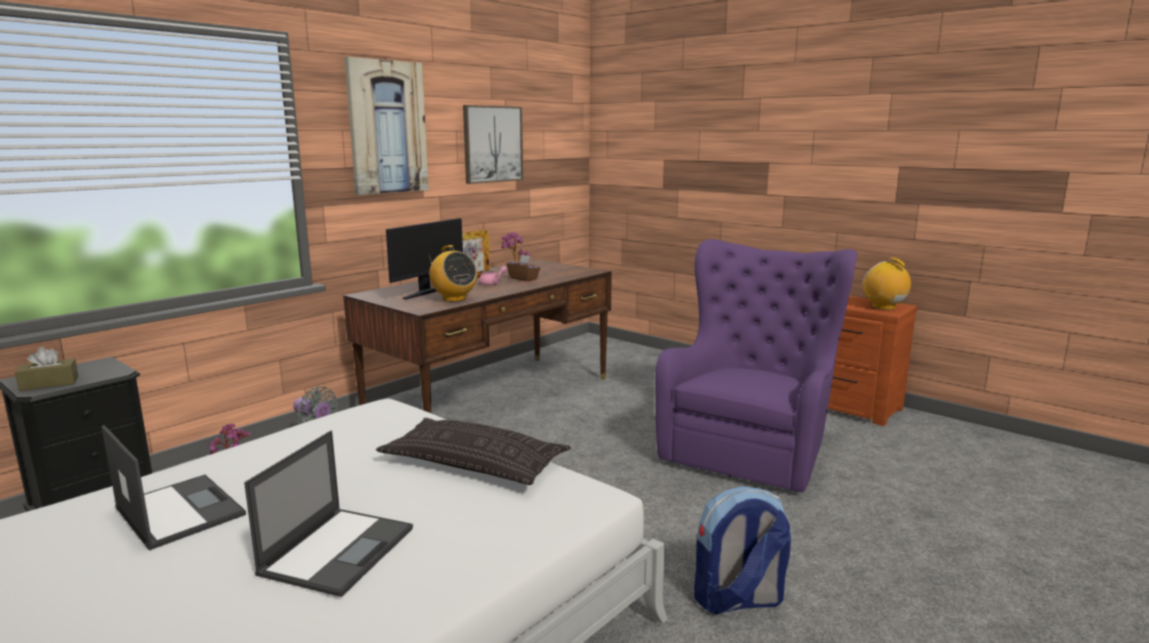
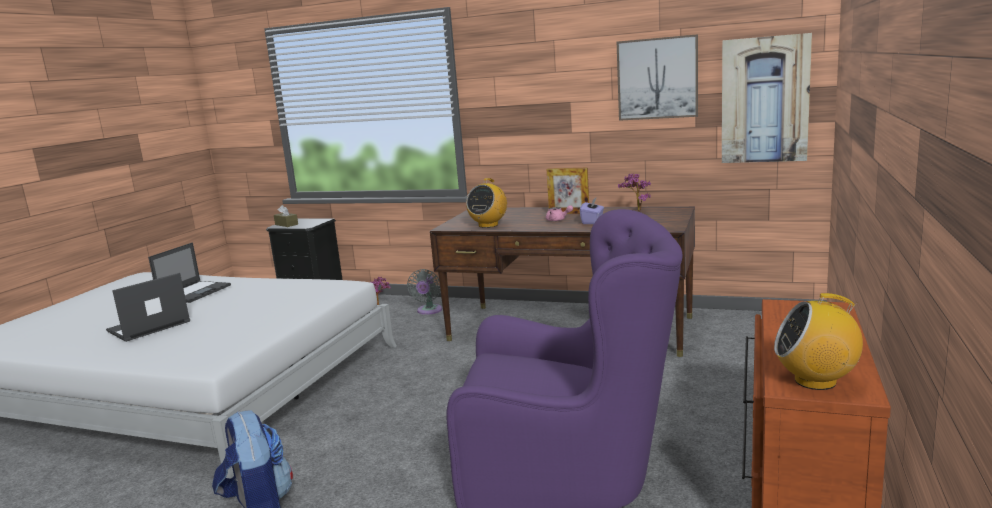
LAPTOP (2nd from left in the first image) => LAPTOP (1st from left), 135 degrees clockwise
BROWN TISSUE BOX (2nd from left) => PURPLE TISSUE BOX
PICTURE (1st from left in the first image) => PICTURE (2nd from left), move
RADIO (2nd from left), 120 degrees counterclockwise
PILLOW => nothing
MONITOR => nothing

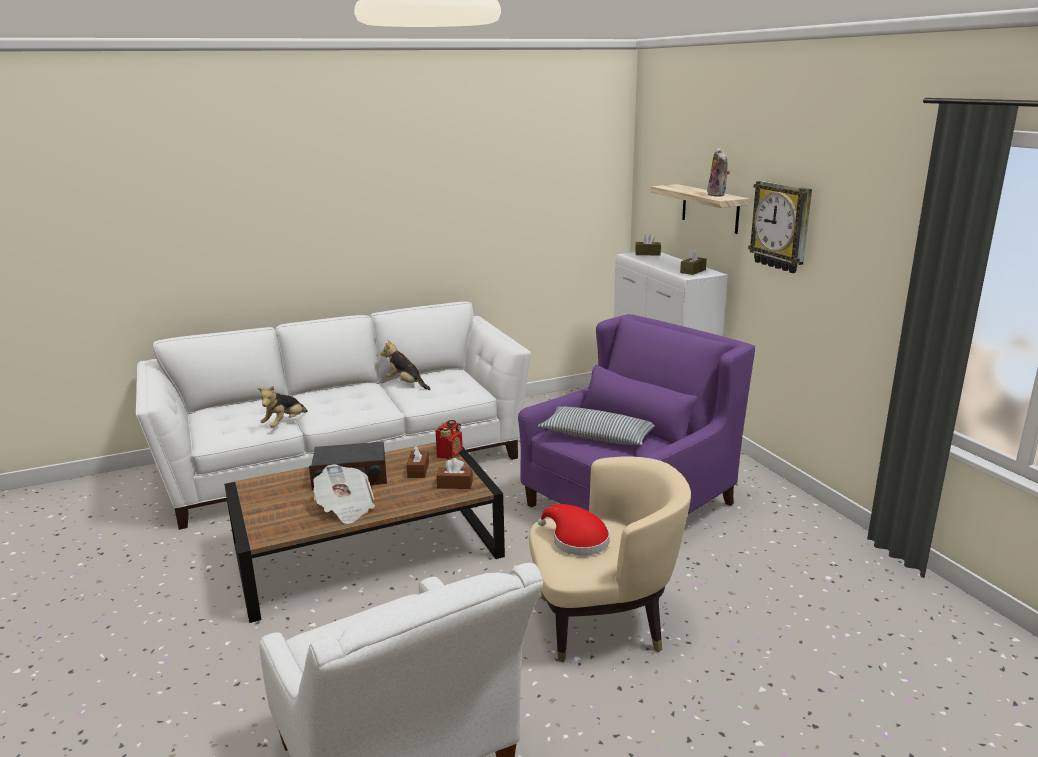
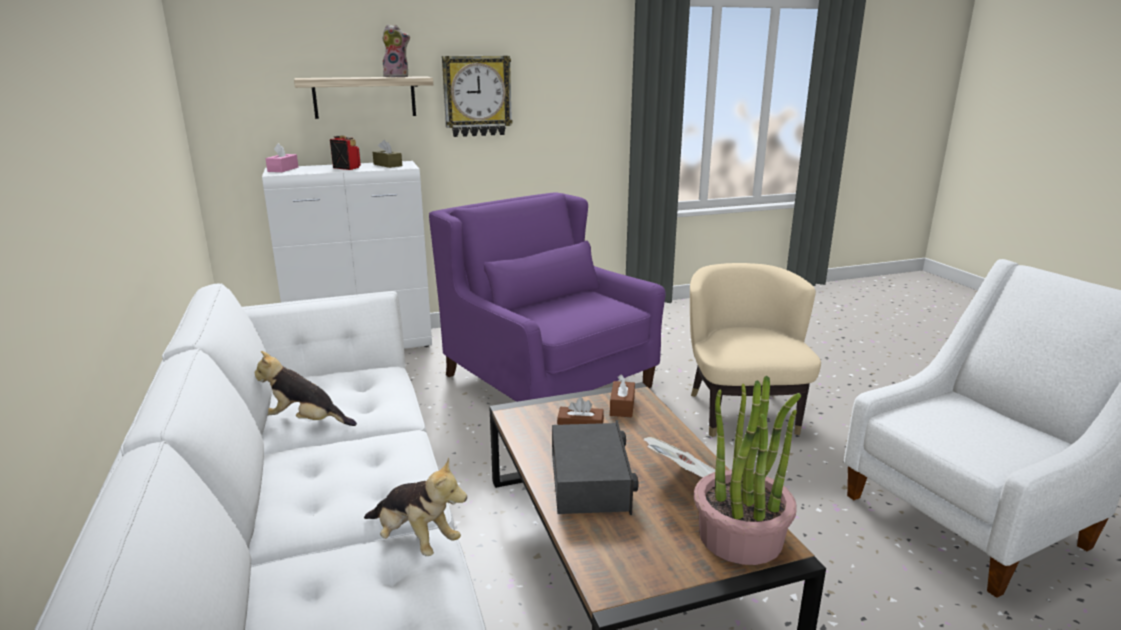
PLUSH TOY (2nd from left in the first image) => PLUSH TOY (1st from left), 60 degrees clockwise
BROWN TISSUE BOX (3rd from left) => PINK TISSUE BOX
RADIO (2nd from left in the first image) => RADIO (1st from left), move
nothing => POTTED PLANT
PILLOW => nothing
RED HAT => nothing

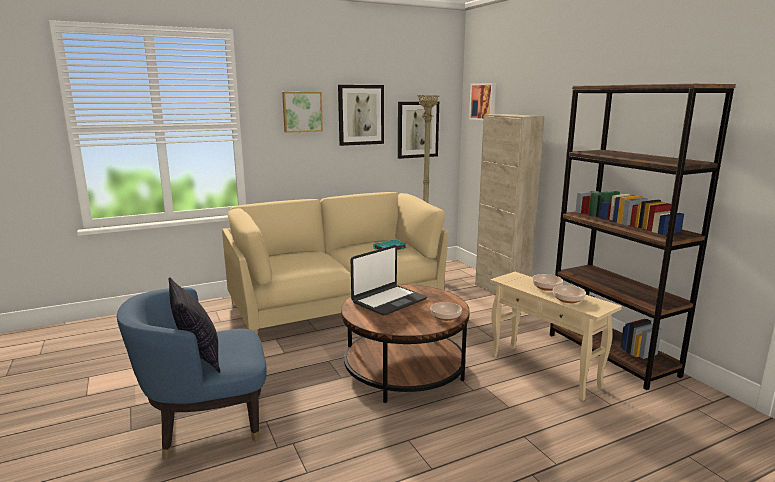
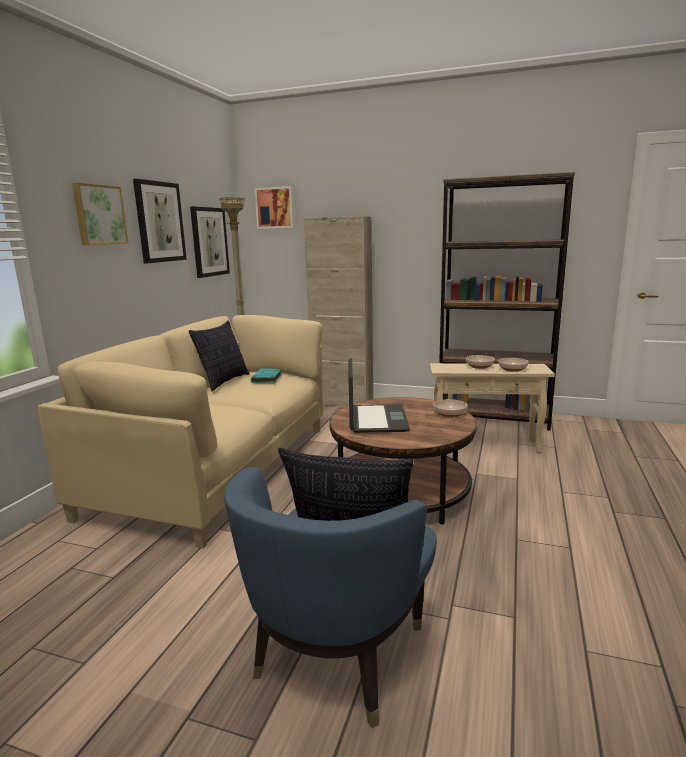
nothing => PILLOW (1st from left)

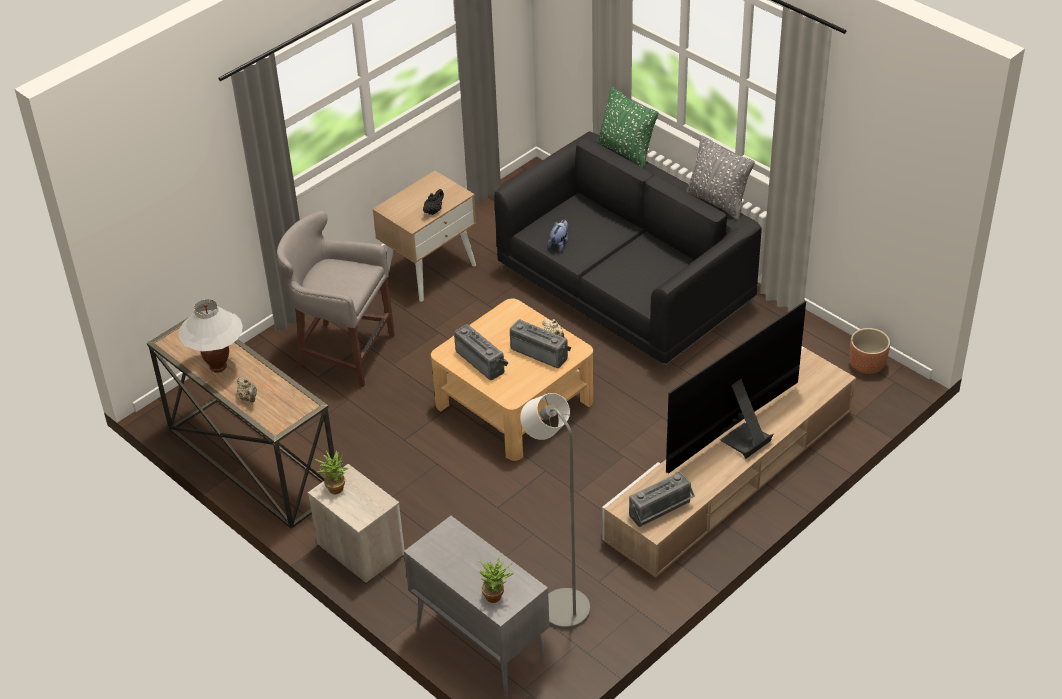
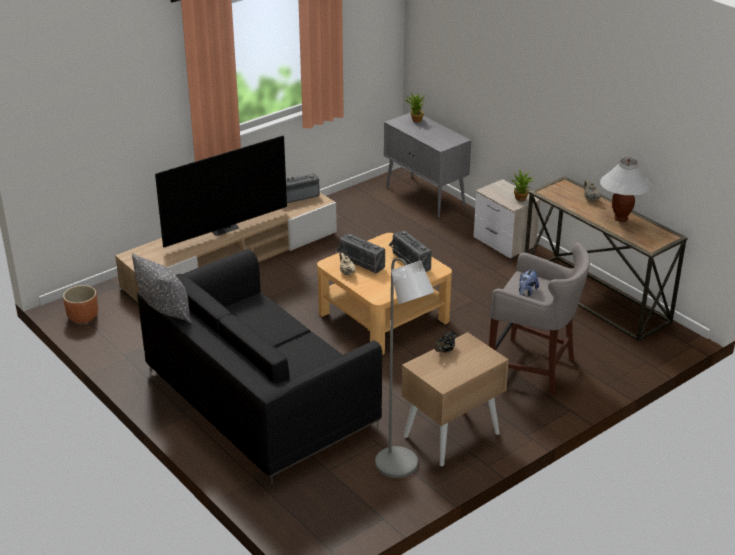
GREY FLOOR LAMP, move
PLUSH TOY, move
GREEN PILLOW => nothing

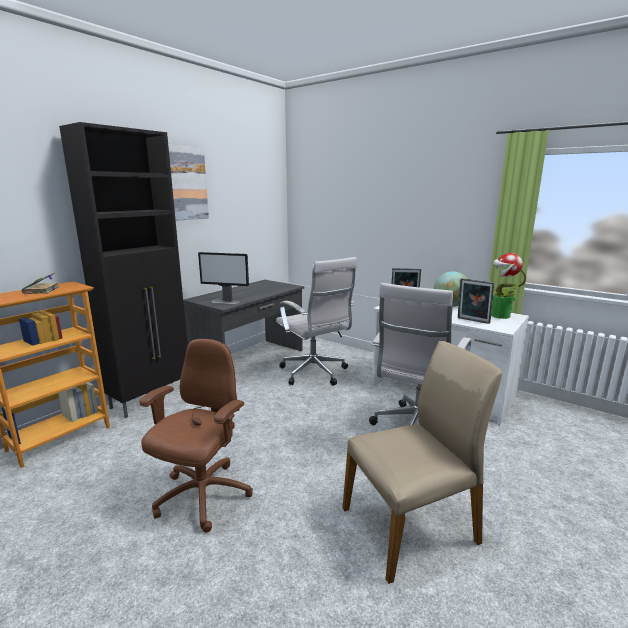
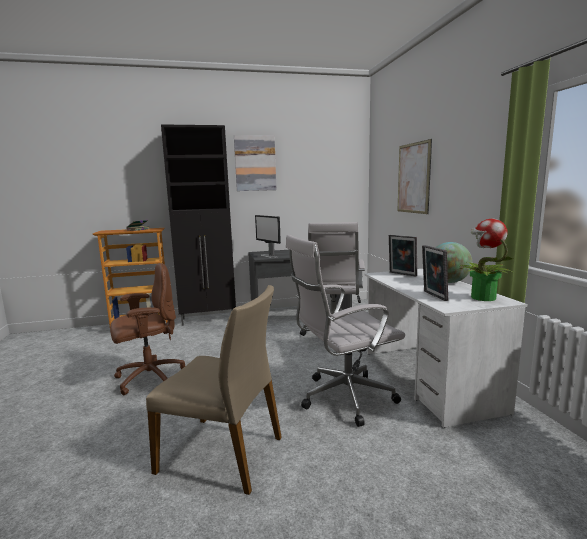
nothing => PICTURE (2nd from left)

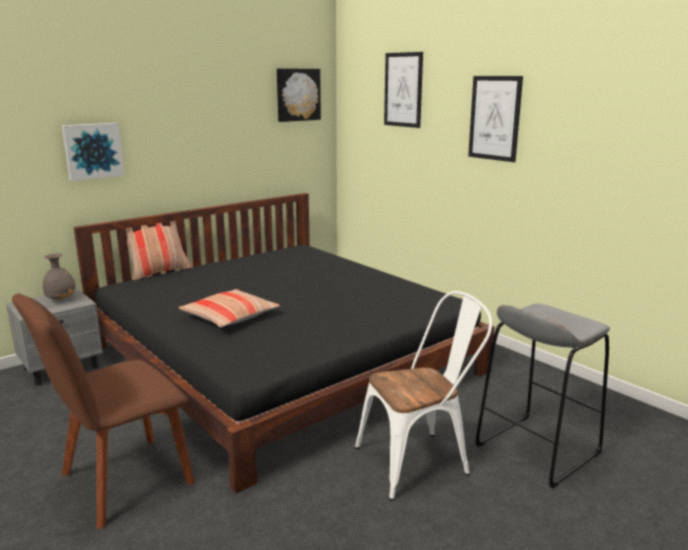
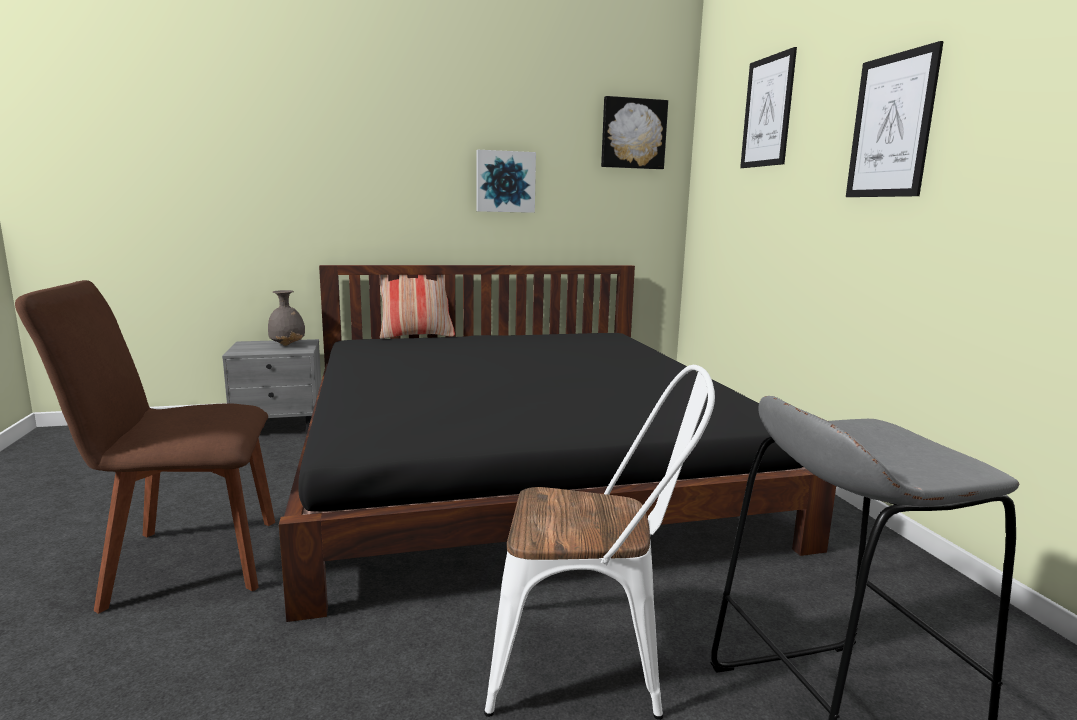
PICTURE (1st from left), move
PILLOW (2nd from left) => nothing

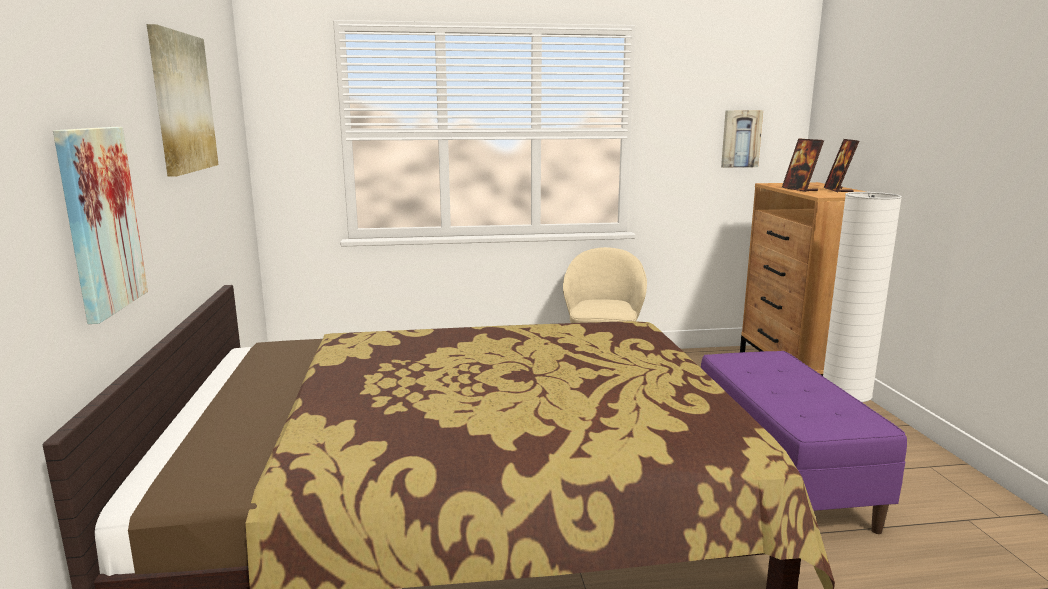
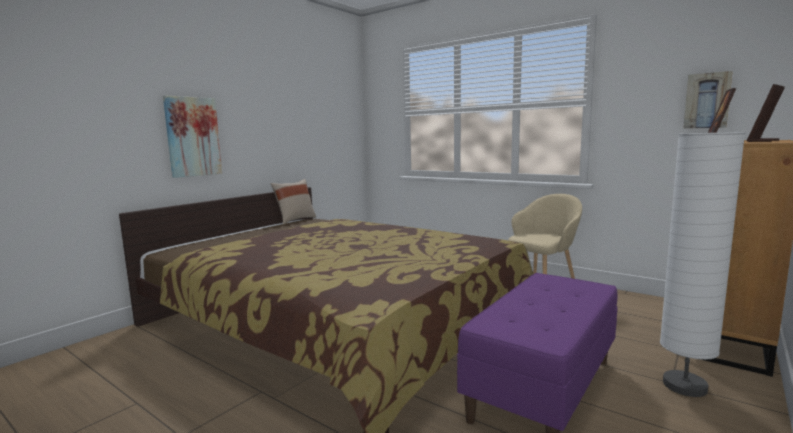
nothing => BEIGE PILLOW
PICTURE (2nd from left) => nothing

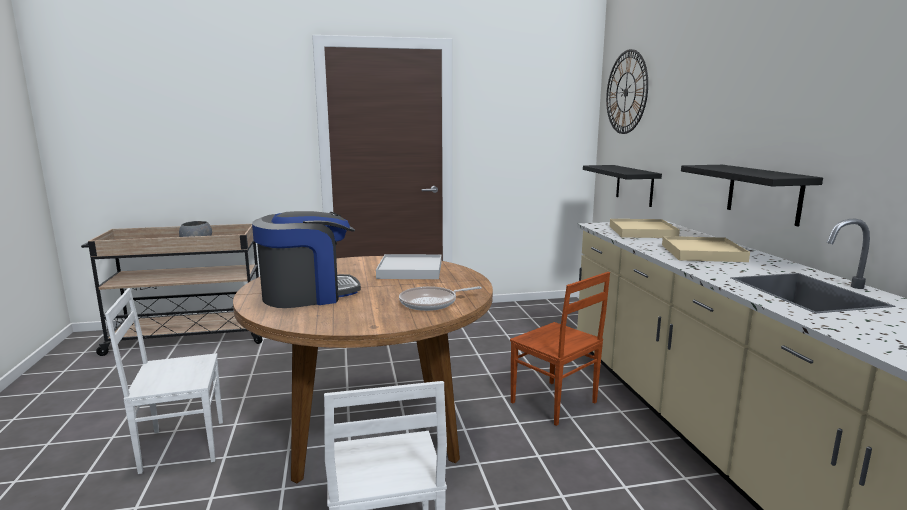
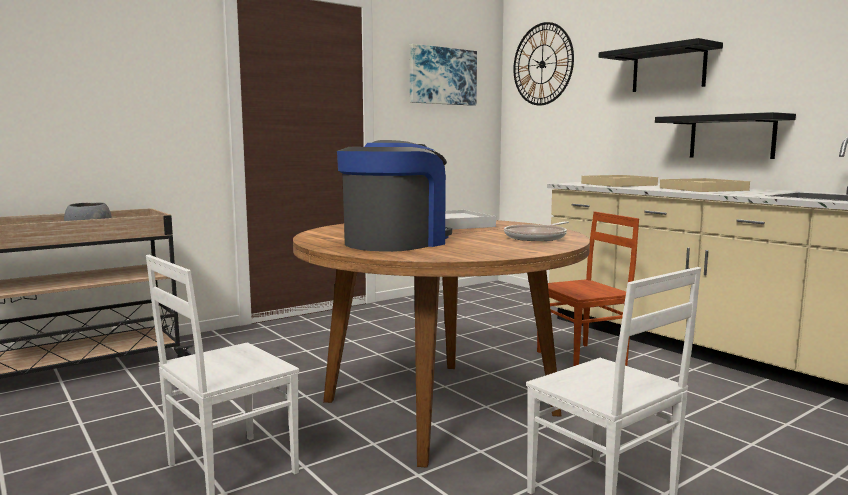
nothing => PICTURE
BROWN CHAIR, 45 degrees counterclockwise
BLACK SHELF (1st from left), move

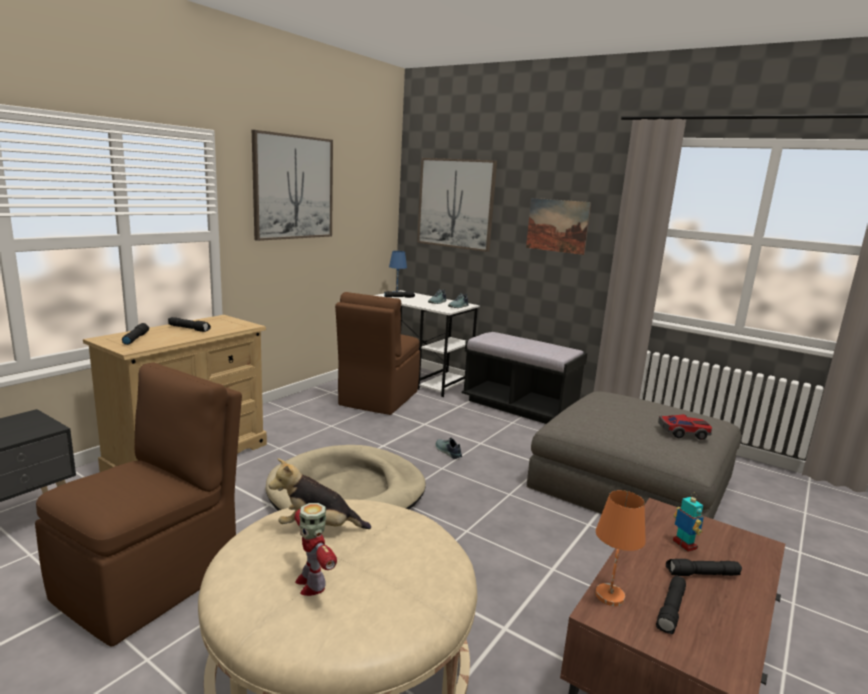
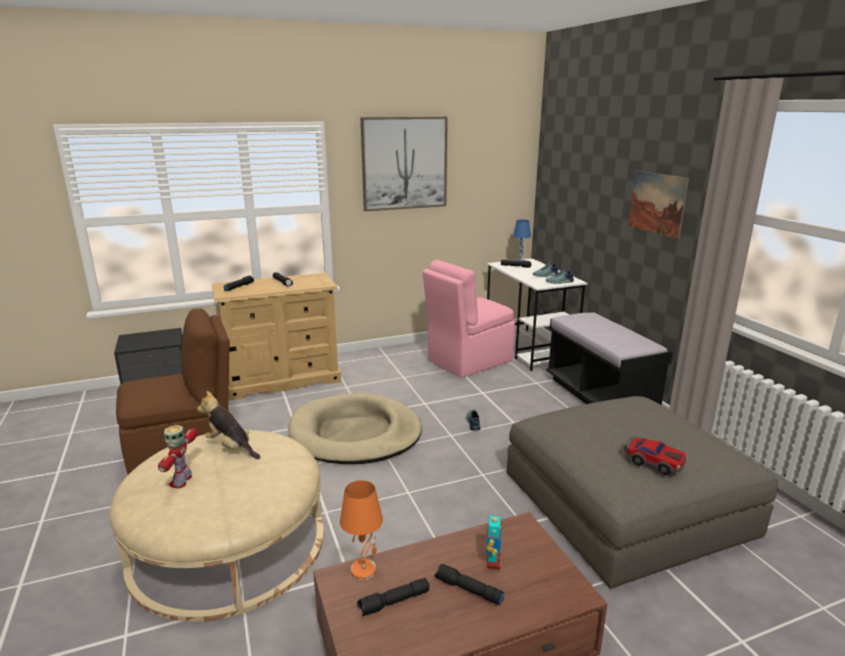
BROWN CHAIR (2nd from left) => PINK CHAIR
PICTURE (2nd from left) => nothing

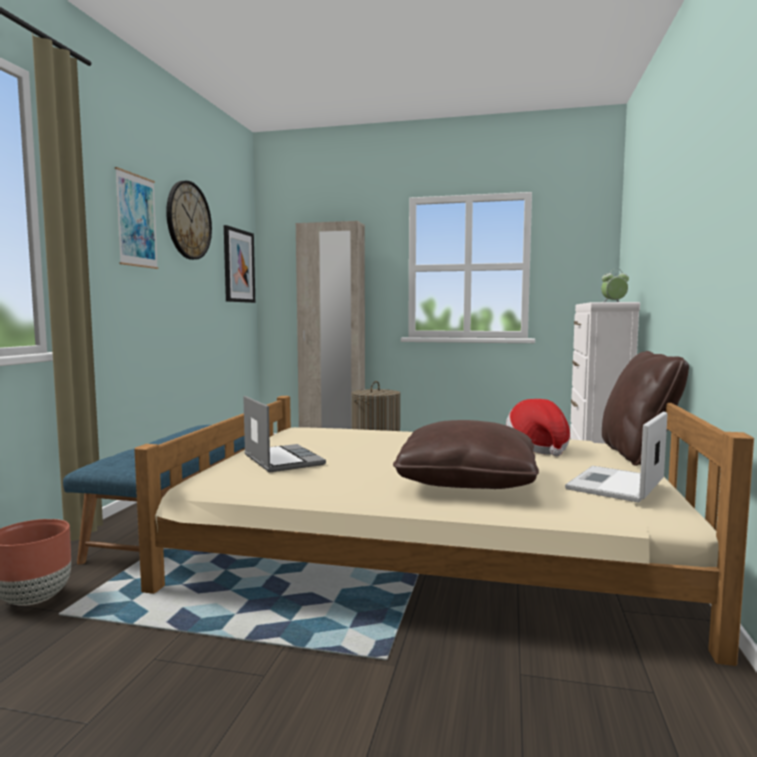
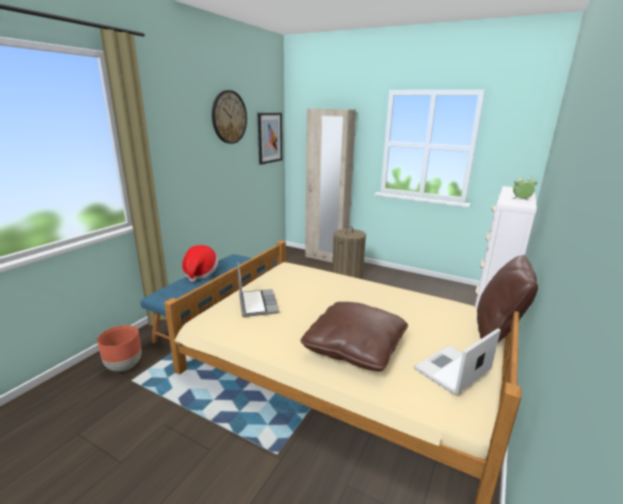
HAT, move
PICTURE (1st from left) => nothing

